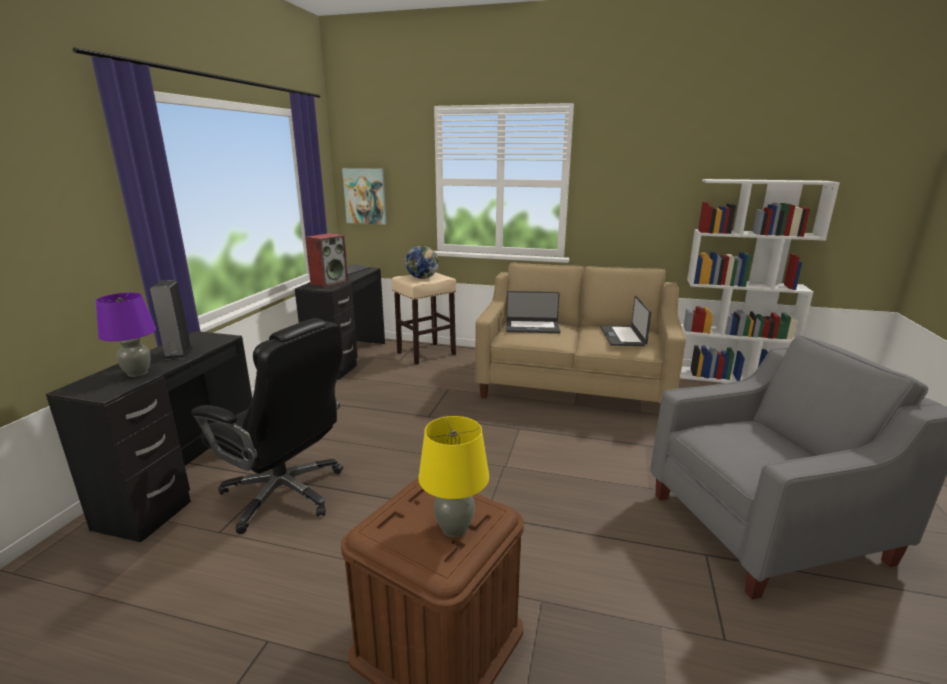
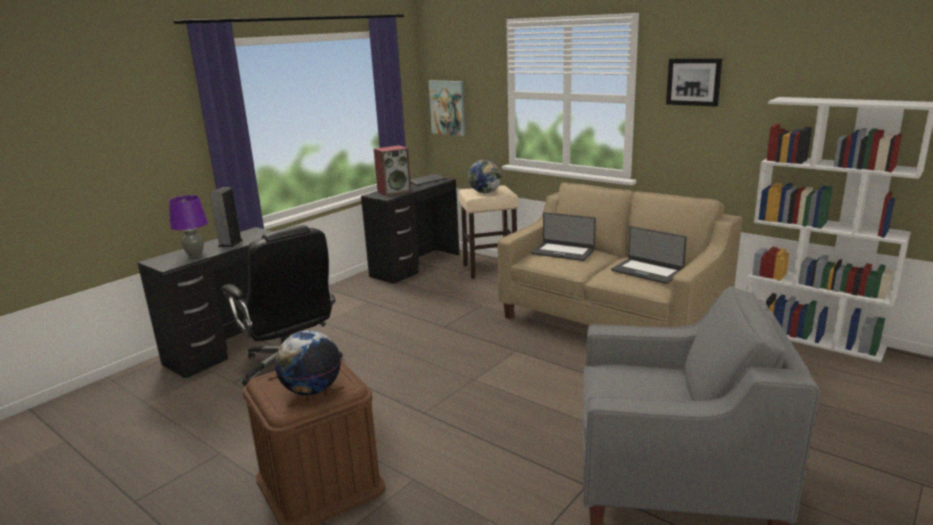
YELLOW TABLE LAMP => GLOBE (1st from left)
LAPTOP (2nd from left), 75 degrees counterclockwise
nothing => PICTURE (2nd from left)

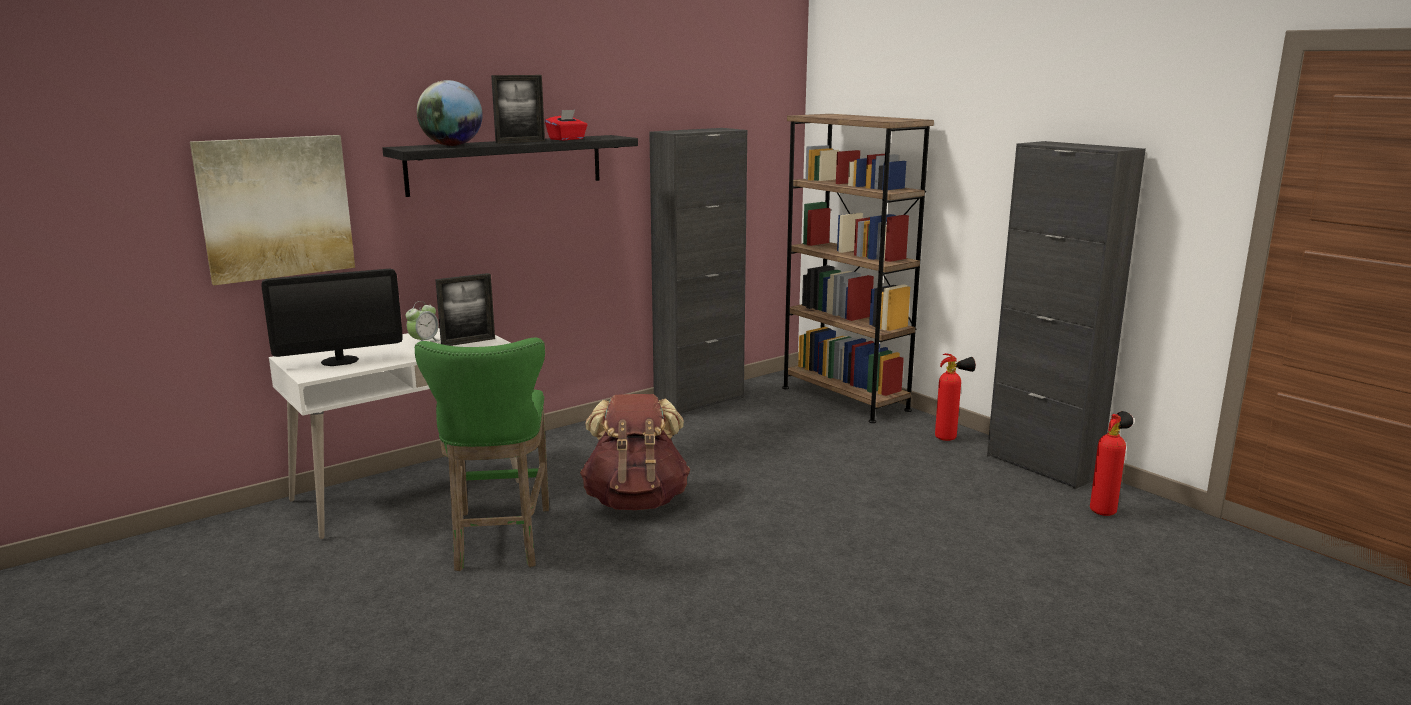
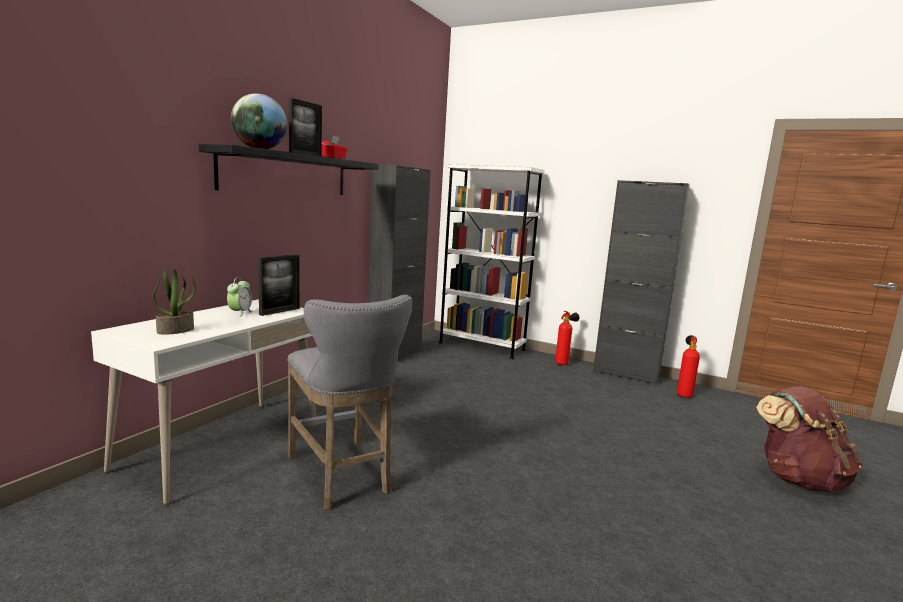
MONITOR => POTTED PLANT
GREEN STOOL => GREY STOOL
BROWN BOOKCASE => WHITE BOOKCASE
BROWN BACKPACK, move
PICTURE => nothing

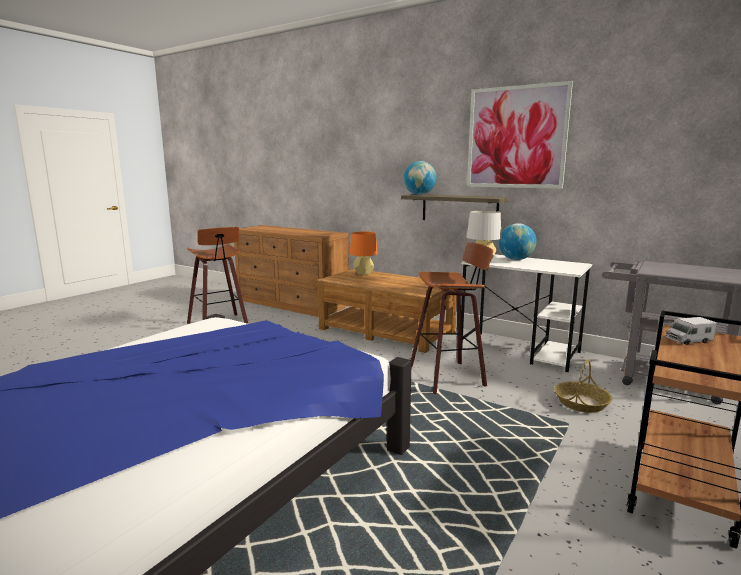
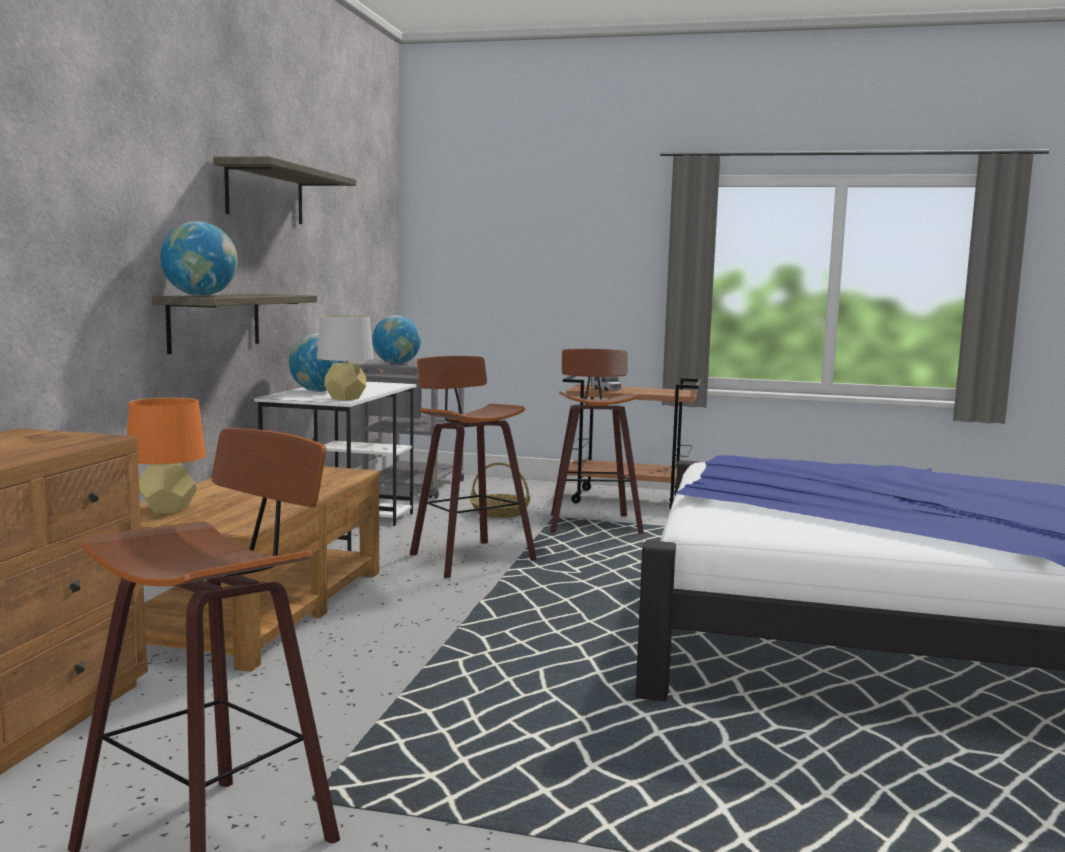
PICTURE => SHELF (2nd from left)
nothing => GLOBE (3rd from left)
nothing => STOOL (3rd from left)

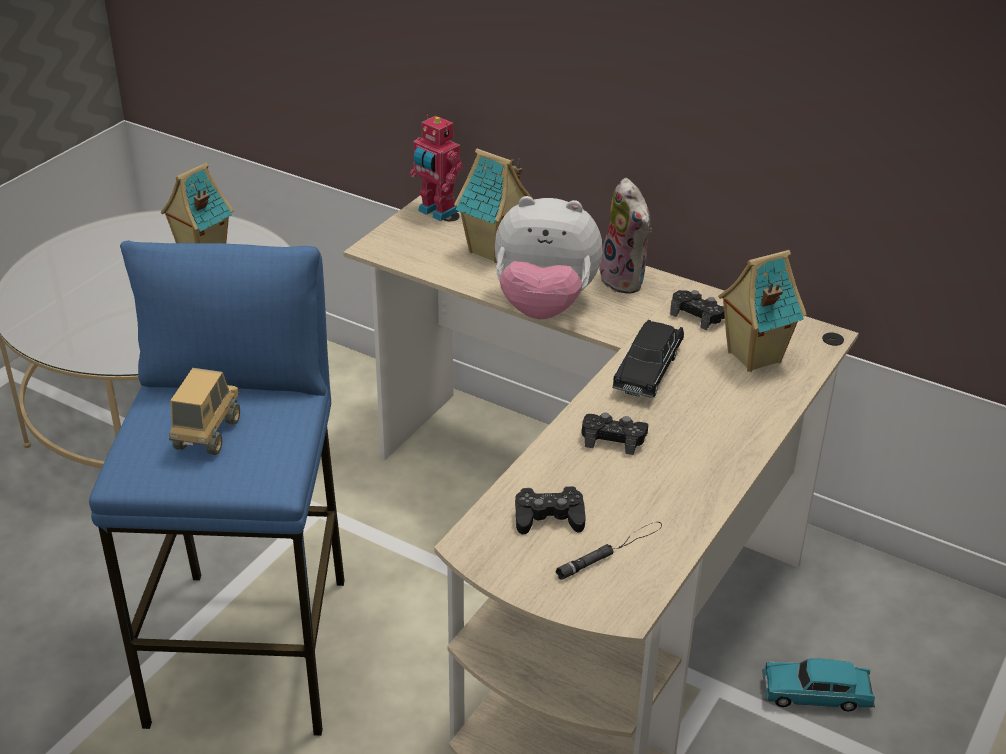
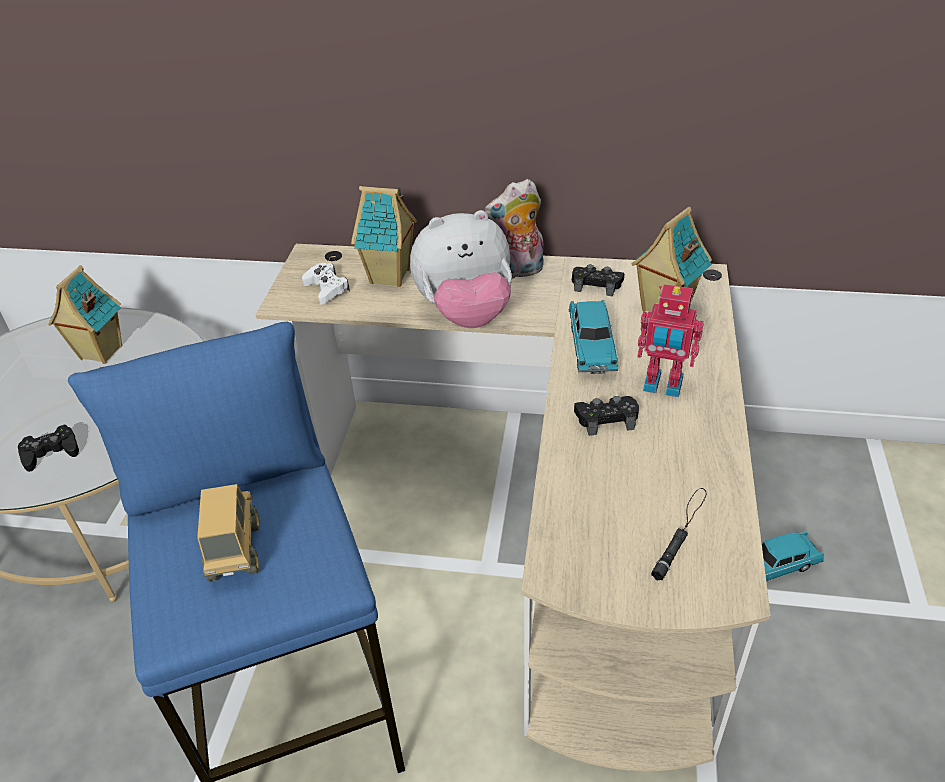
BLACK GAME CONTROLLER (1st from left), move
nothing => WHITE GAME CONTROLLER
PLUSH TOY (2nd from left), 120 degrees clockwise
BLACK TOY CAR => TURQUOISE TOY CAR (1st from left)
TOY ROBOT, move

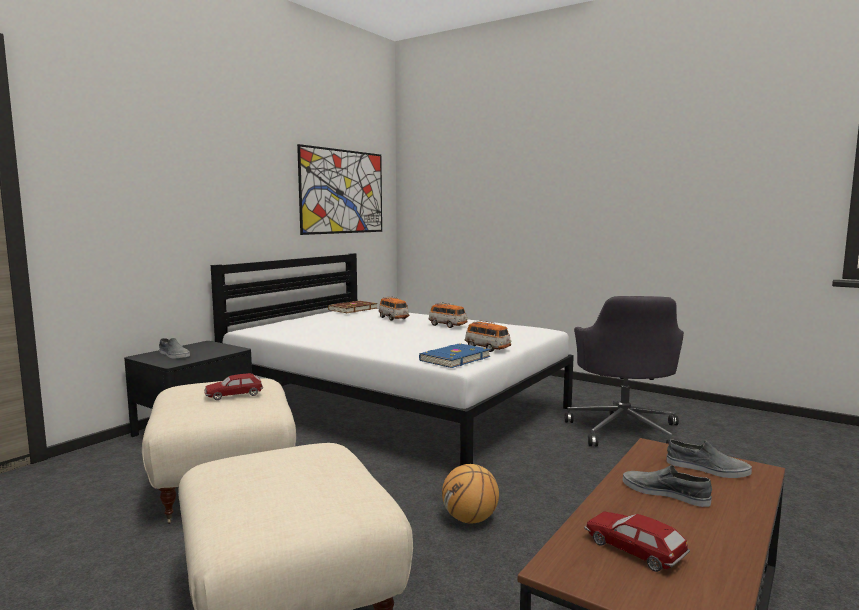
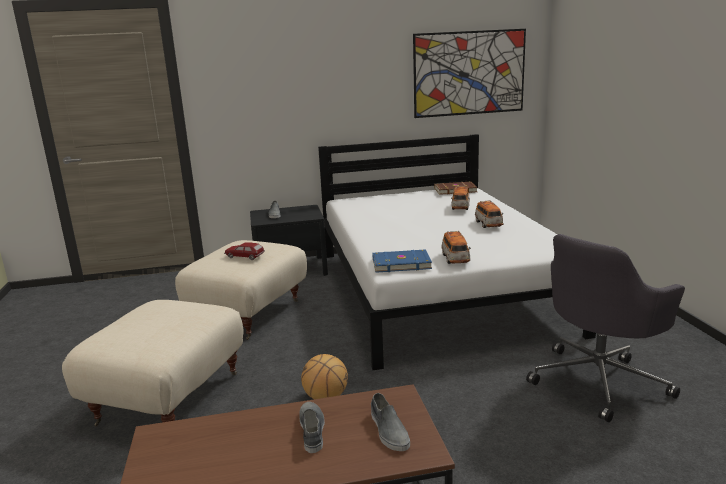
TOY CAR (5th from left) => nothing

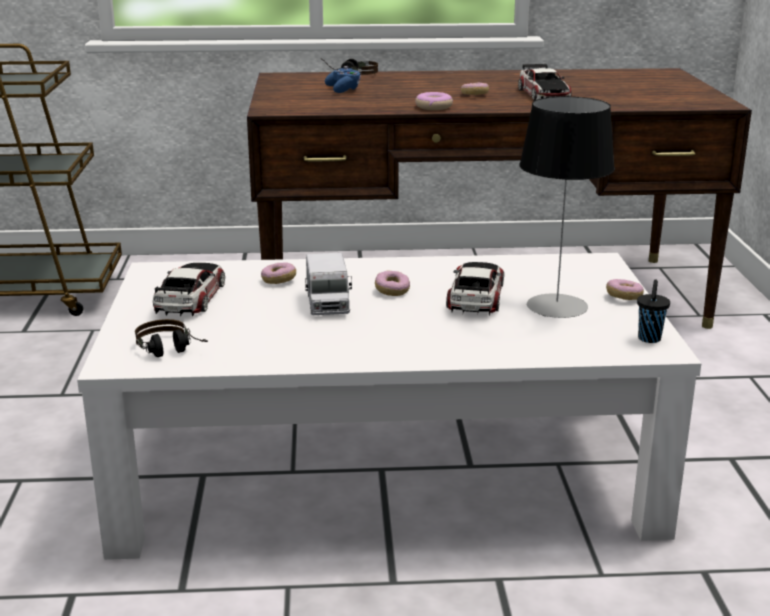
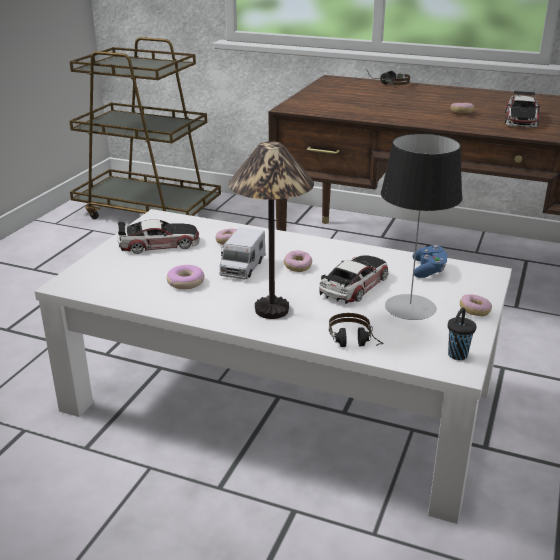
TOY CAR (1st from left), 45 degrees clockwise
DONUT (3rd from left in the first image) => DONUT (1st from left), move
nothing => TABLE LAMP (1st from left)
HEADPHONES (1st from left), move
BLUE GAME CONTROLLER, move

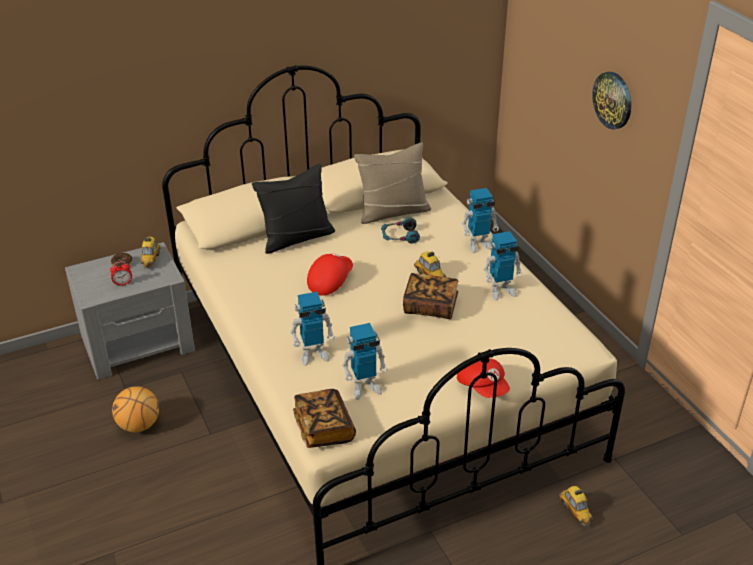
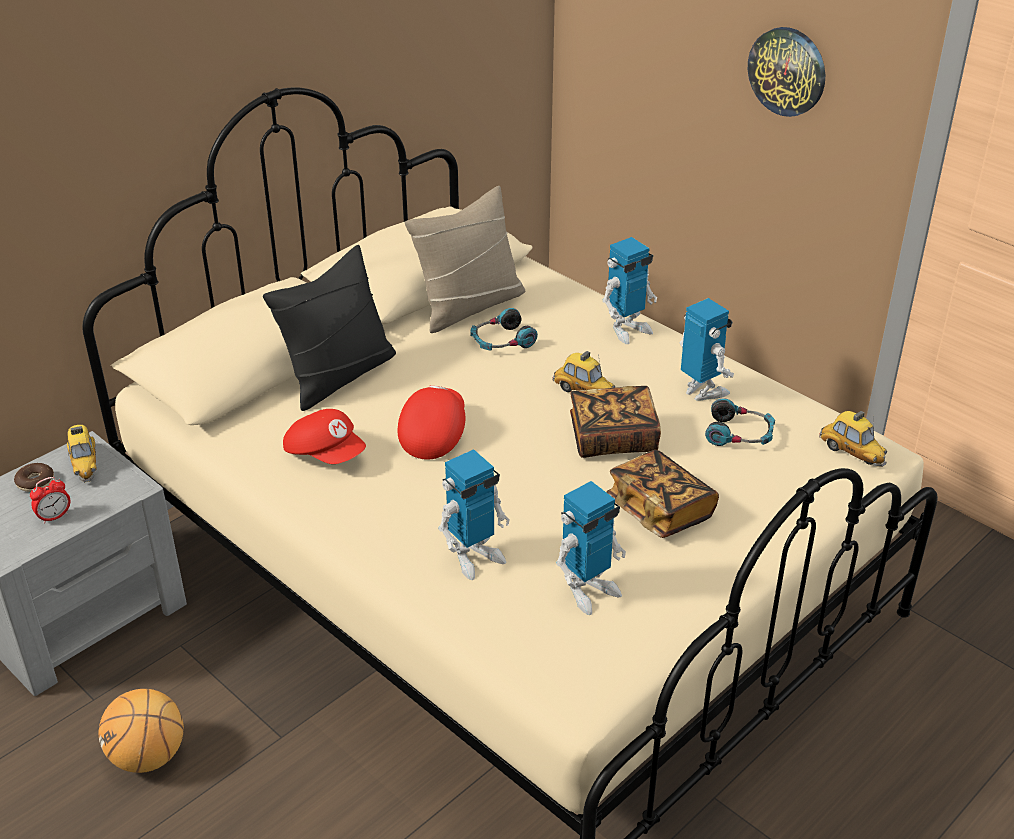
RED CAP (2nd from left in the first image) => RED CAP (1st from left), move
BOOK (1st from left in the first image) => BOOK (2nd from left), move
TOY ROBOT (4th from left), 90 degrees counterclockwise
nothing => HEADPHONES (2nd from left)
TOY CAR (3rd from left), move

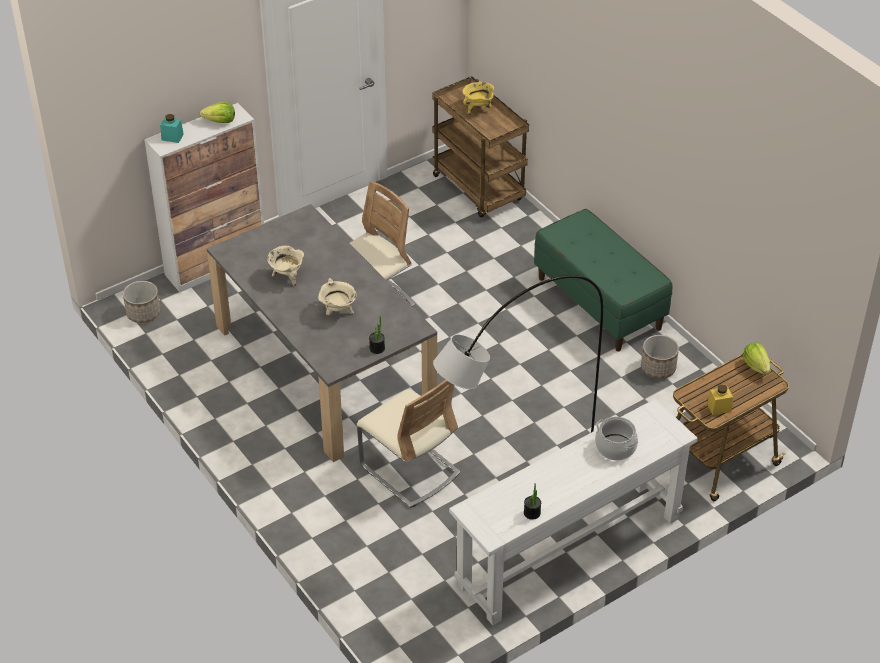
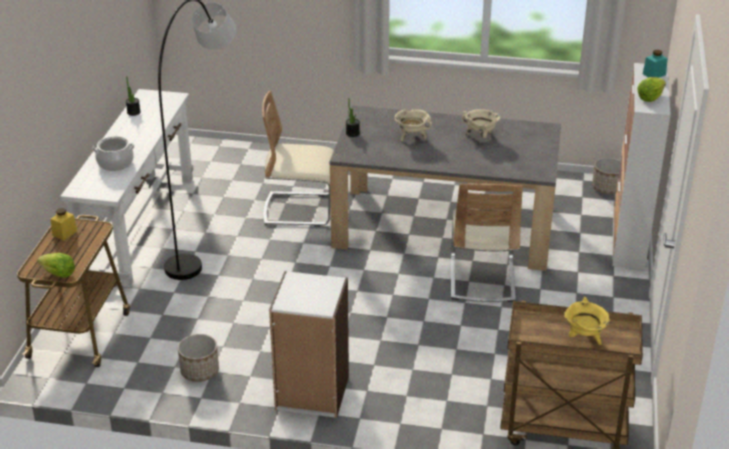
GREEN BENCH => WHITE BOOKCASE

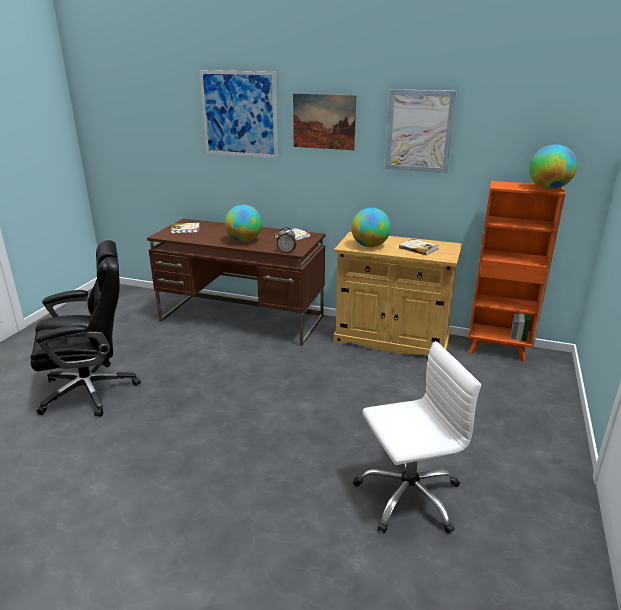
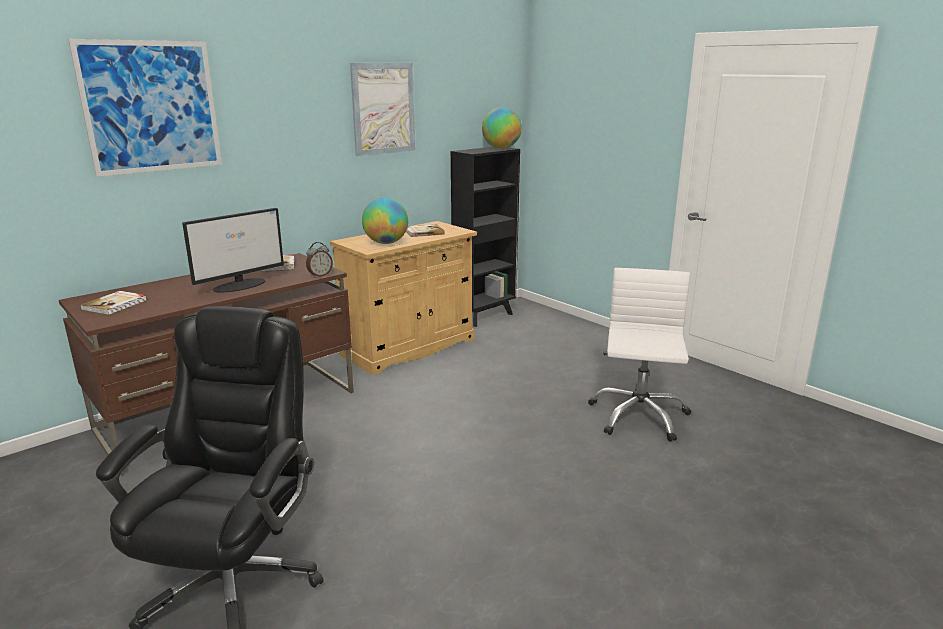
GLOBE (1st from left) => MONITOR
ORANGE BOOKCASE => BLACK BOOKCASE
PICTURE (2nd from left) => nothing

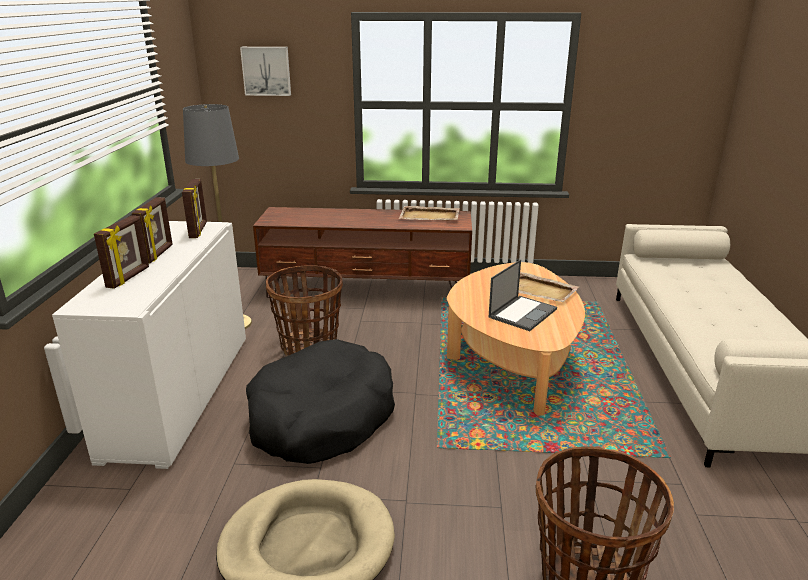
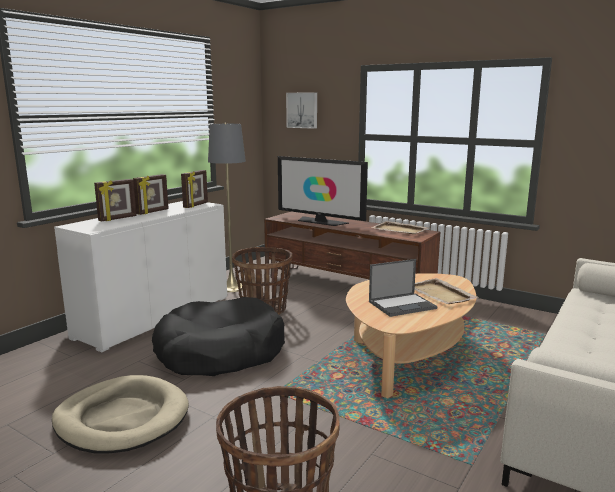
nothing => TELEVISION

